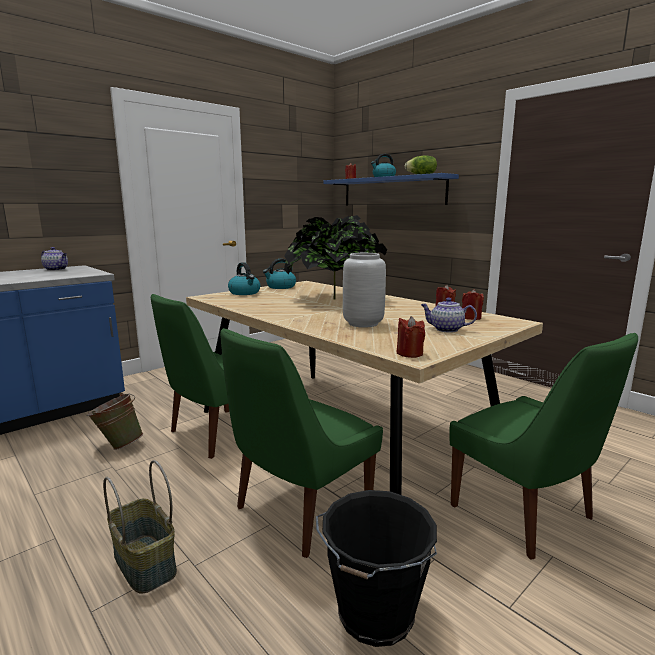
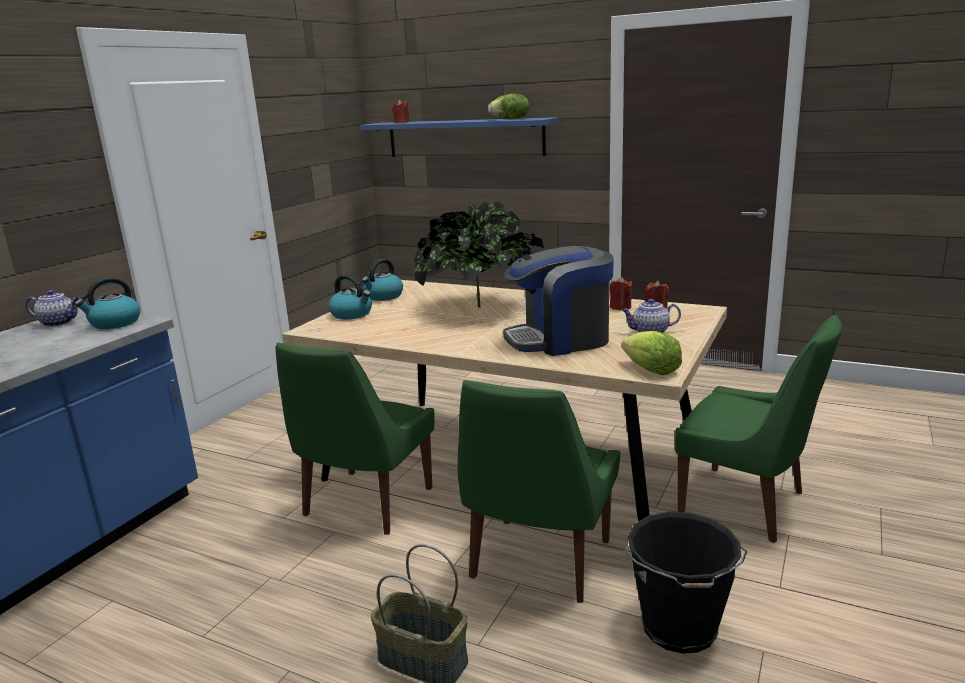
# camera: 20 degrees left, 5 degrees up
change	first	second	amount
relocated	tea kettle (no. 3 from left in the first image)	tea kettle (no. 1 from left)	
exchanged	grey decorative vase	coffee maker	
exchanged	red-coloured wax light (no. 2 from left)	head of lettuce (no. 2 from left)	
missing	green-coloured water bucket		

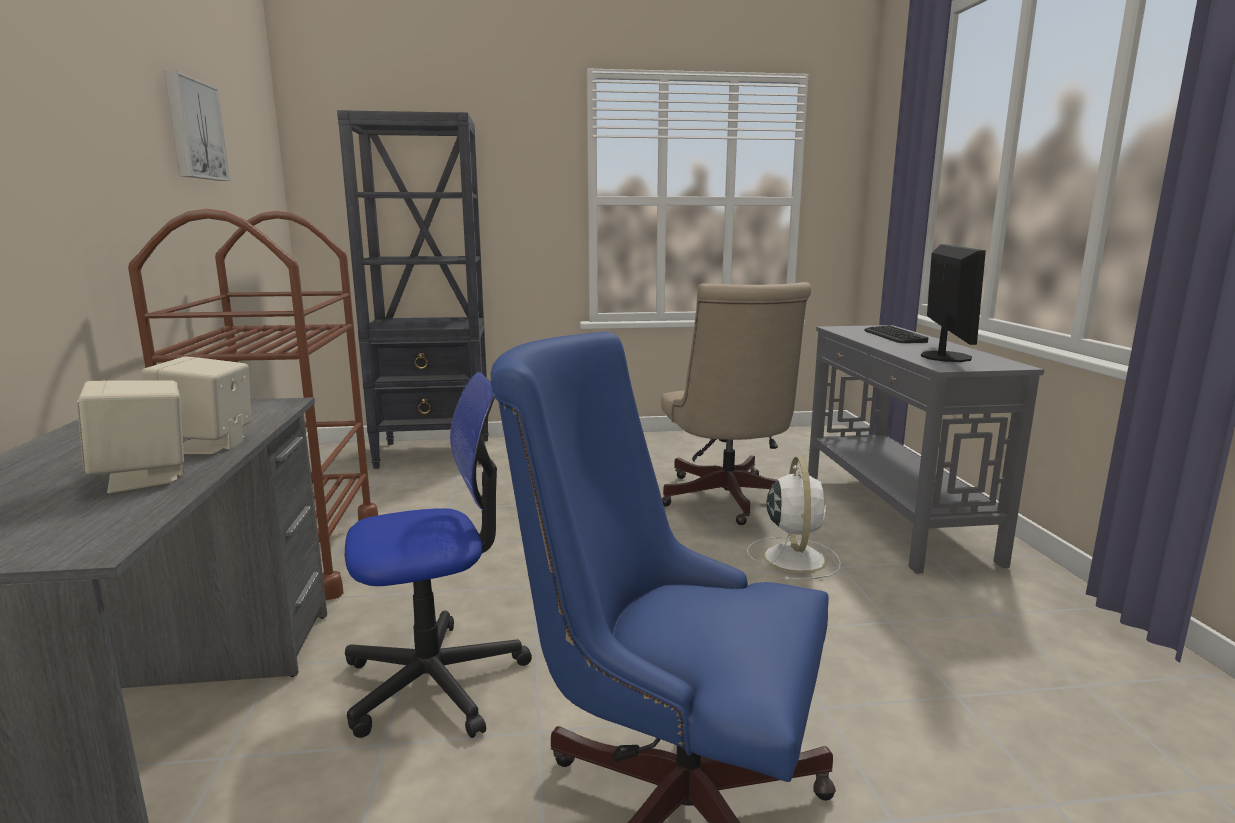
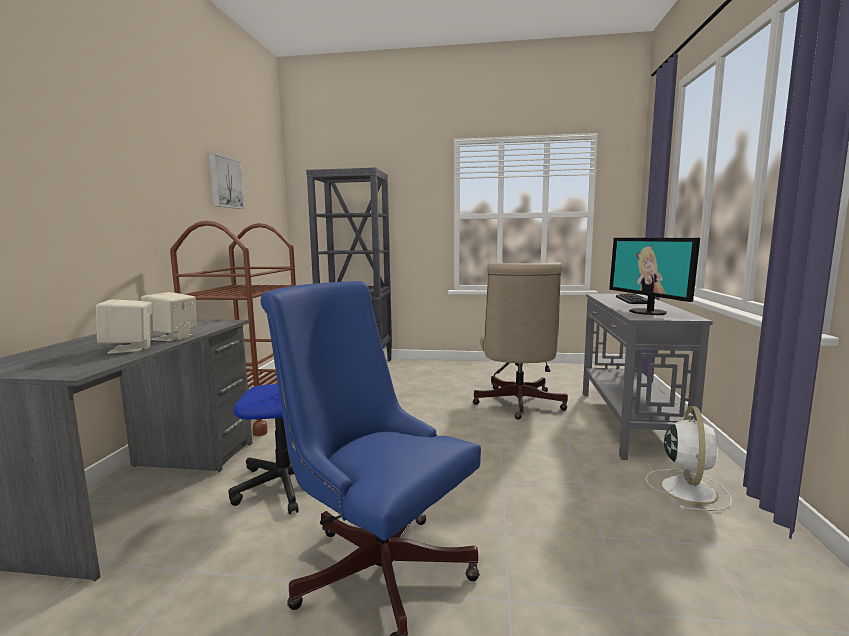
# camera: 15 degrees right, 5 degrees down
change	first	second	amount
spun	computer screen		135 degrees clockwise
relocated	white cooling fan		

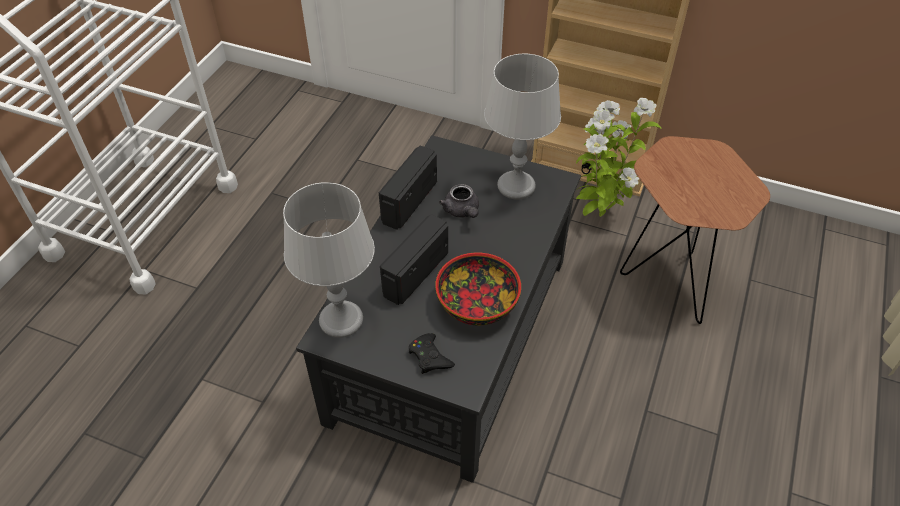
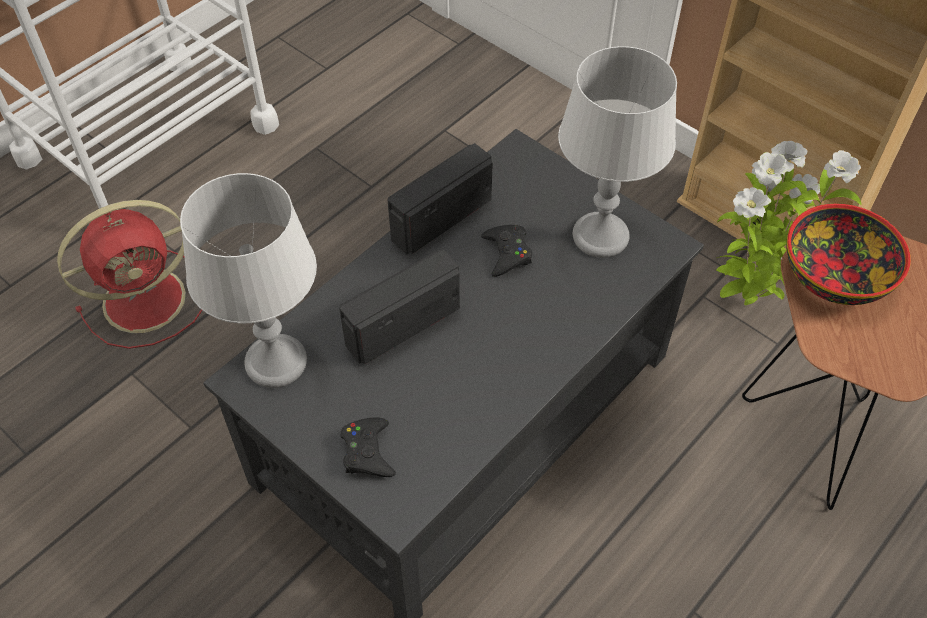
# camera: 20 degrees right, 5 degrees up
change	first	second	amount
appeared		red-coloured cooling fan	
exchanged	grey teapot	black-coloured game controller (no. 2 from left)	
relocated	serving bowl		

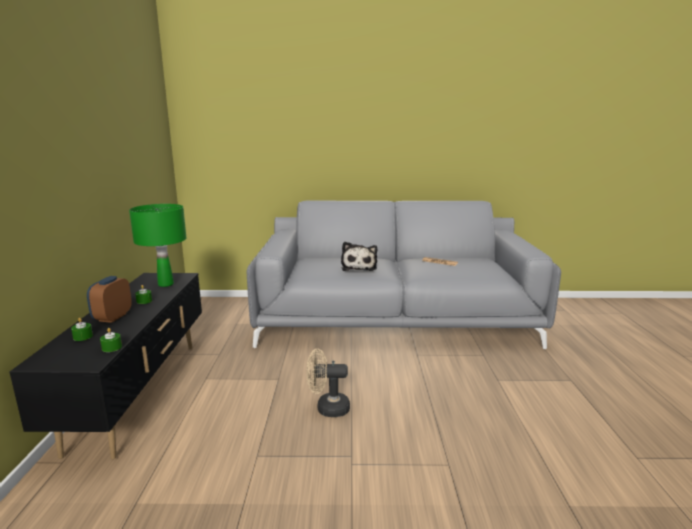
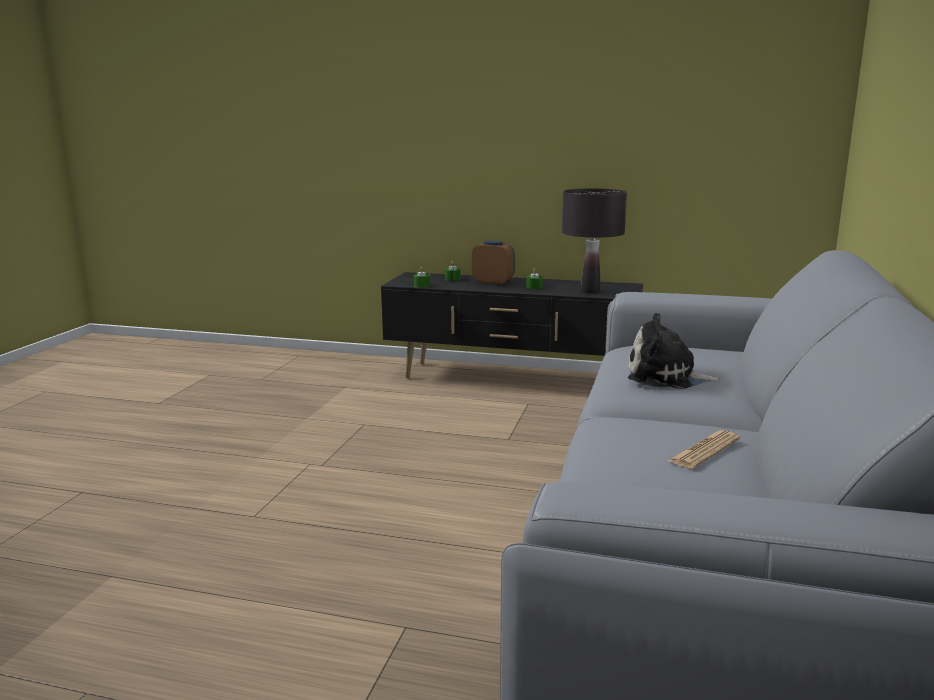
# camera: 105 degrees right, 0 degrees up
change	first	second	amount
colour	green-coloured table lamp	black-coloured table lamp	
missing	beige-coloured cooling fan		

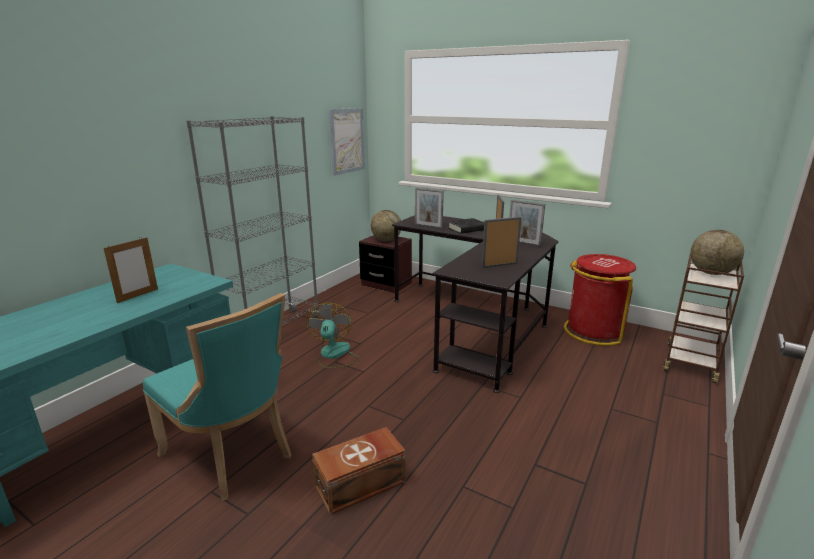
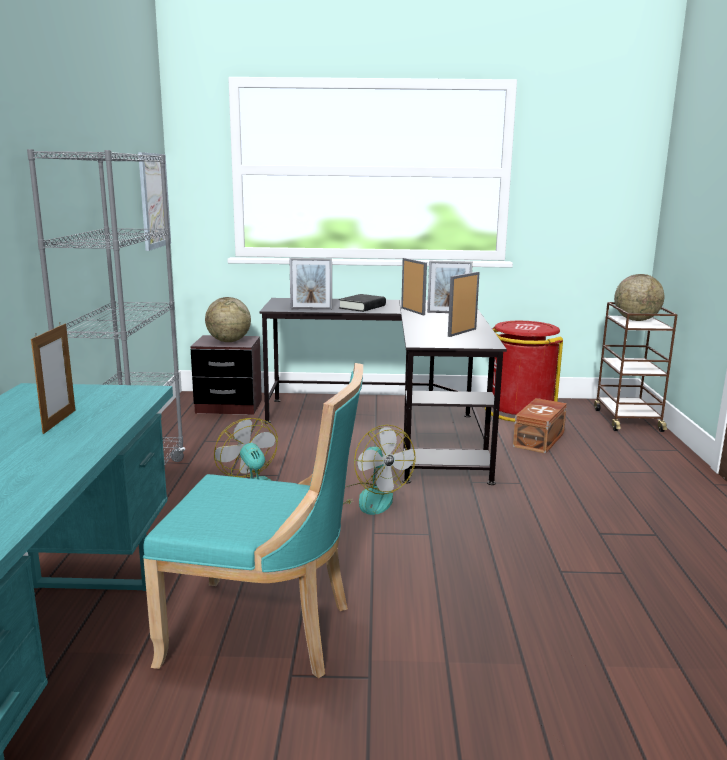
# camera: 30 degrees left, 5 degrees down
change	first	second	amount
appeared		cooling fan (no. 2 from left)	
relocated	brownish storage box		

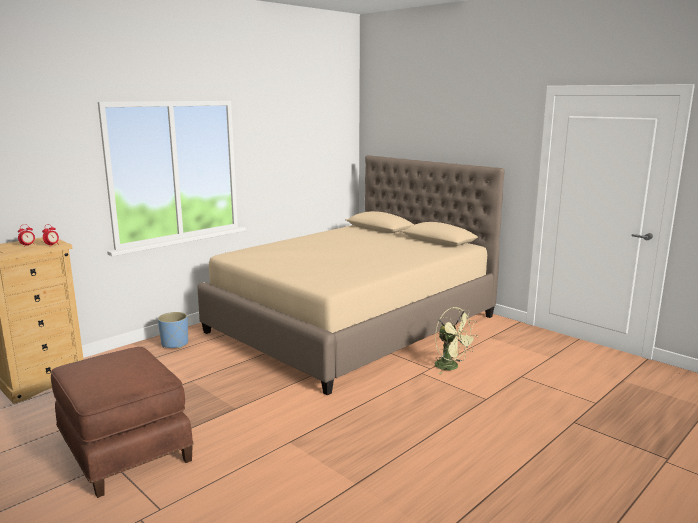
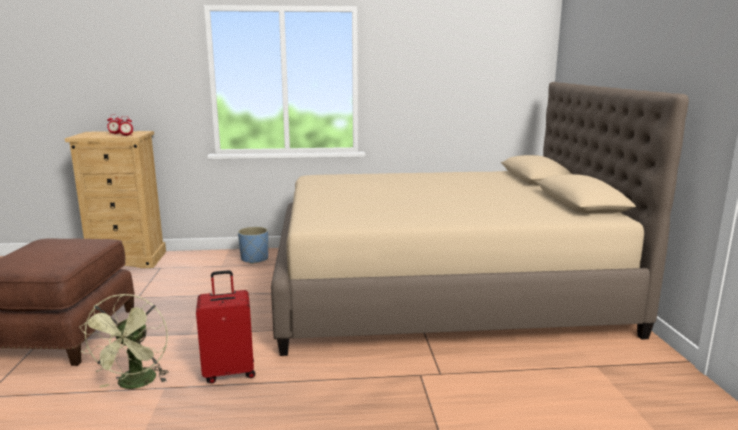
# camera: 40 degrees right, 0 degrees up
change	first	second	amount
relocated	green-coloured cooling fan		
appeared		red-coloured travel case	

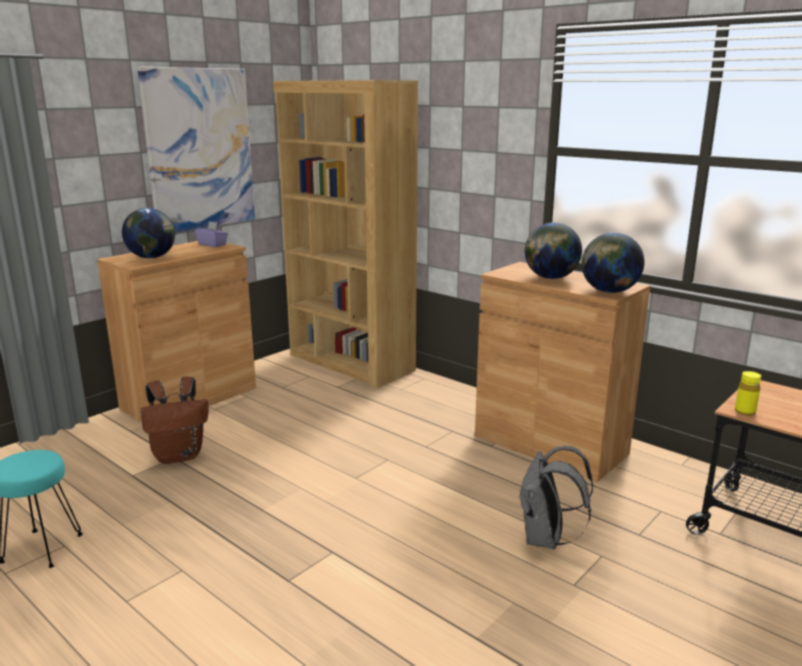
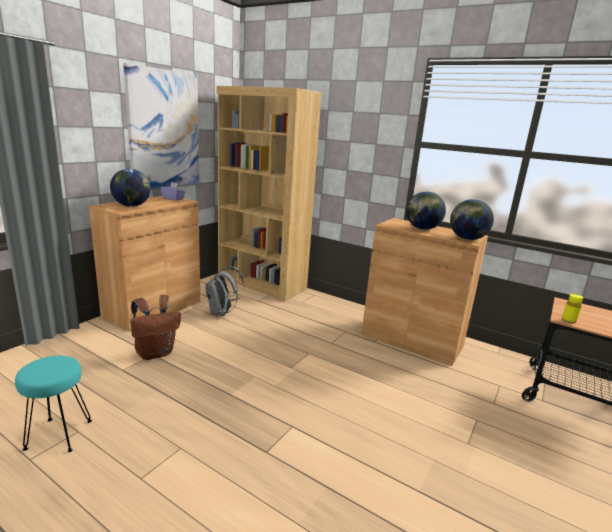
# camera: 10 degrees left, 0 degrees up
change	first	second	amount
relocated	grey knapsack		

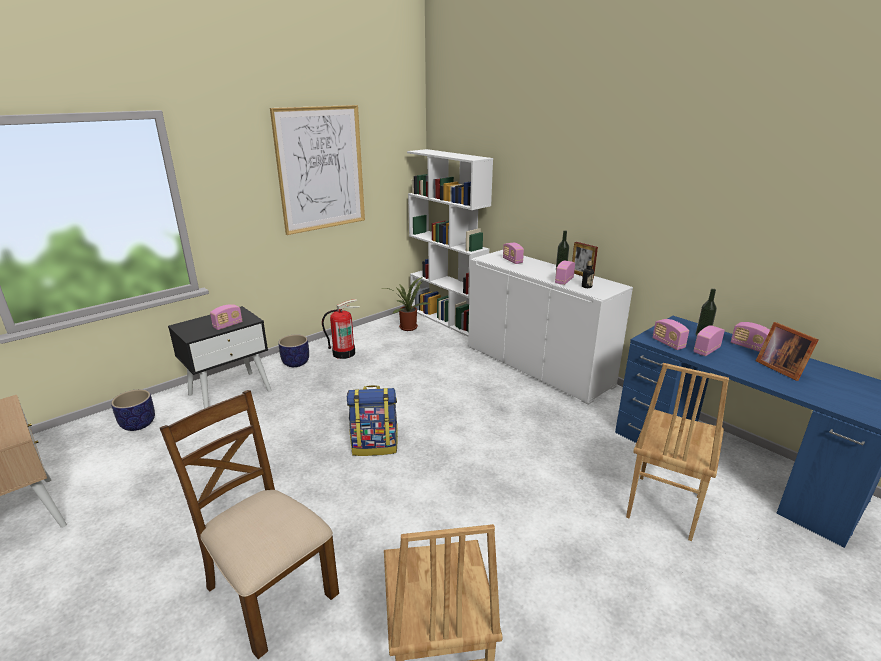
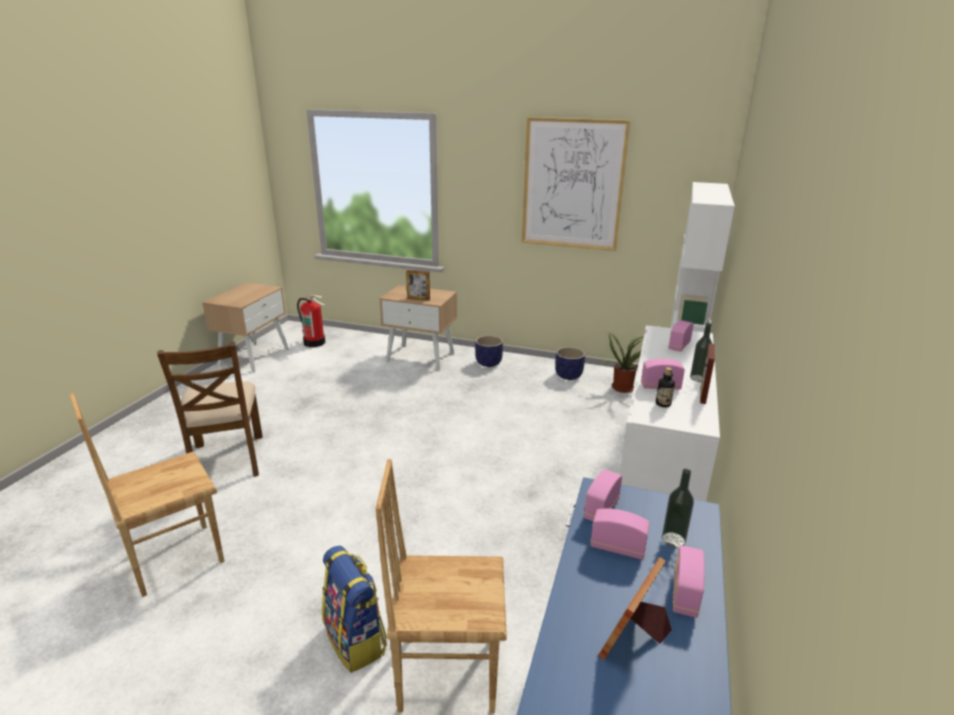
# camera: 60 degrees right, 0 degrees up
change	first	second	amount
spun	brownish chair (no. 1 from left in the first image)	brownish chair (no. 2 from left)	150 degrees clockwise
relocated	fire-fighting cylinder		
relocated	knapsack		
colour	black-coloured bedside table	beige-coloured bedside table (no. 2 from left)	
exchanged	radio (no. 1 from left)	standing frame (no. 1 from left)	
relocated	plant pot (no. 1 from left in the first image)	plant pot (no. 2 from left)	

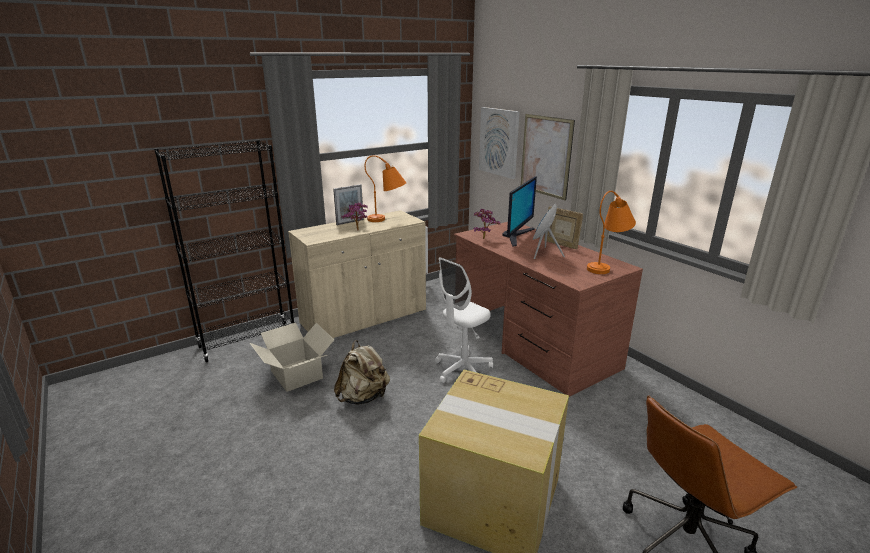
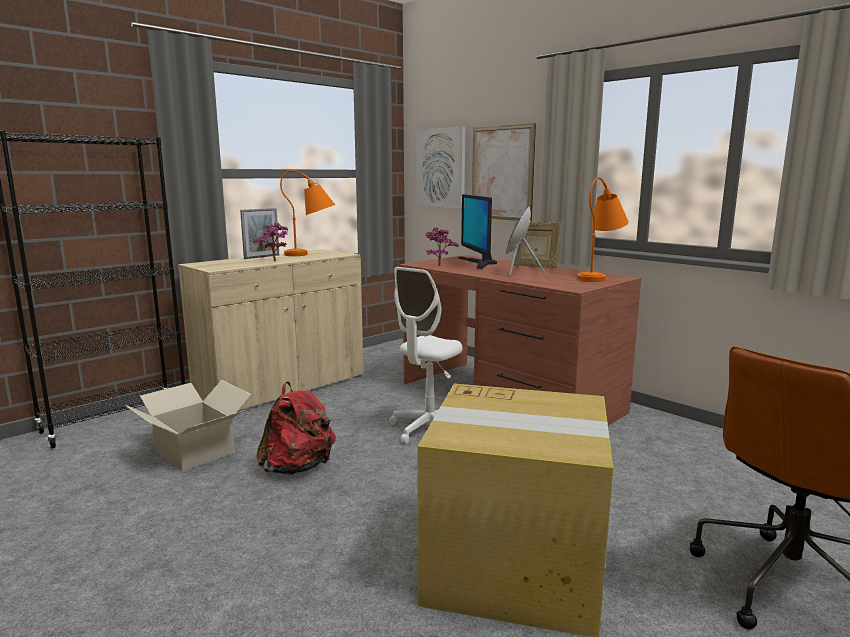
# camera: 10 degrees left, 10 degrees down
change	first	second	amount
colour	beige-coloured knapsack	red-coloured knapsack	
spun	computer screen		150 degrees clockwise

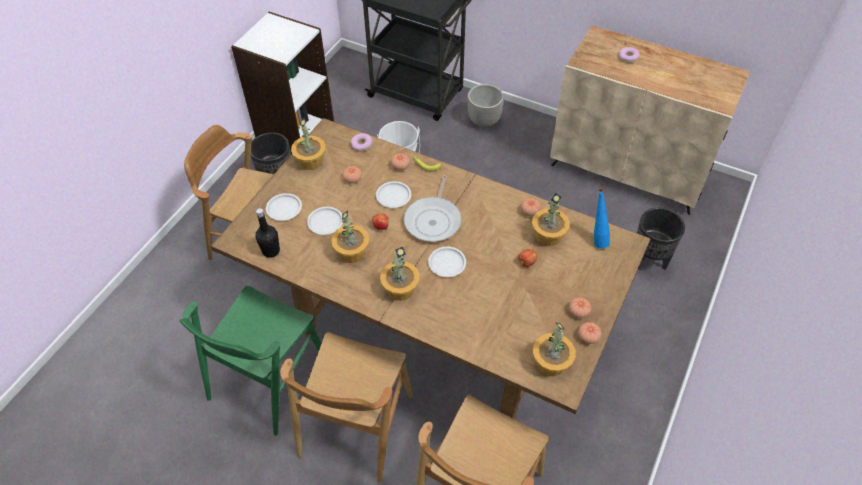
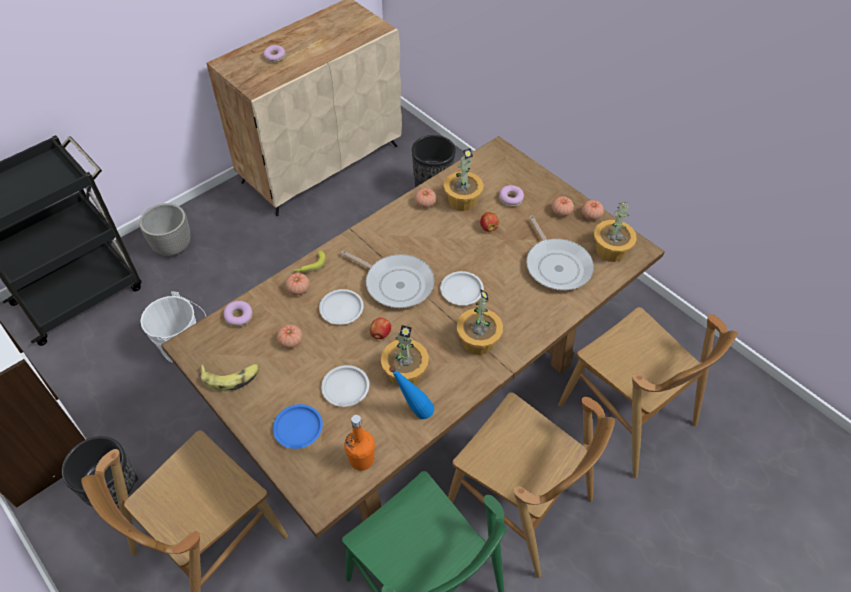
# camera: 70 degrees left, 0 degrees up
change	first	second	amount
exchanged	houseplant (no. 1 from left)	whole banana (no. 1 from left)	
colour	white dinner plate (no. 1 from left)	bluish dinner plate	
colour	black-coloured beverage bottle	orange beverage bottle	
relocated	bluish beverage bottle		
appeared		doughnut (no. 3 from left)	
appeared		skillet (no. 2 from left)	

